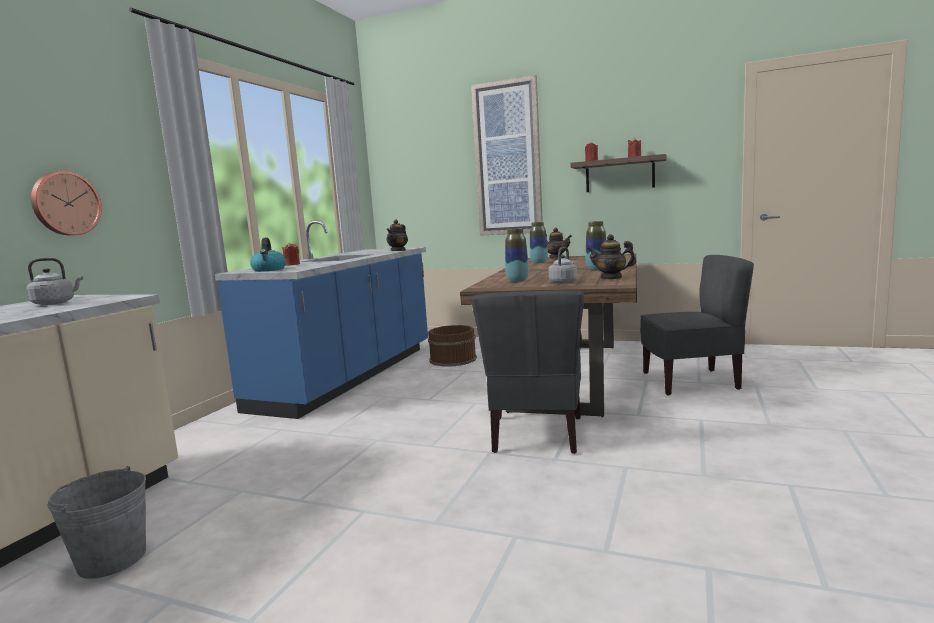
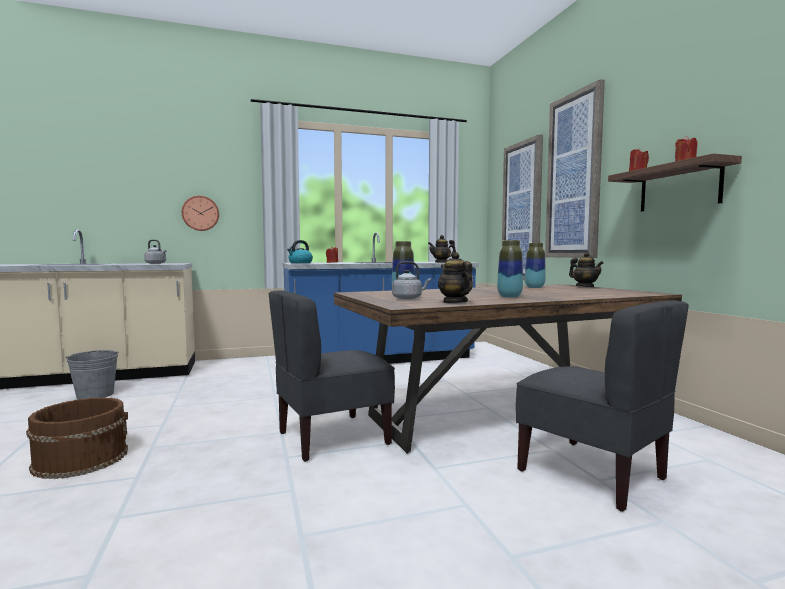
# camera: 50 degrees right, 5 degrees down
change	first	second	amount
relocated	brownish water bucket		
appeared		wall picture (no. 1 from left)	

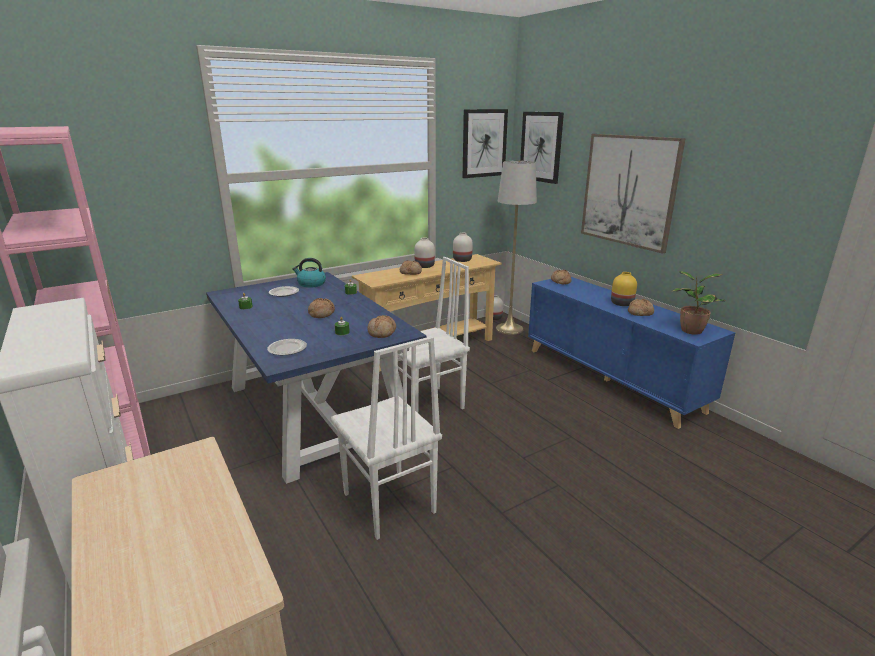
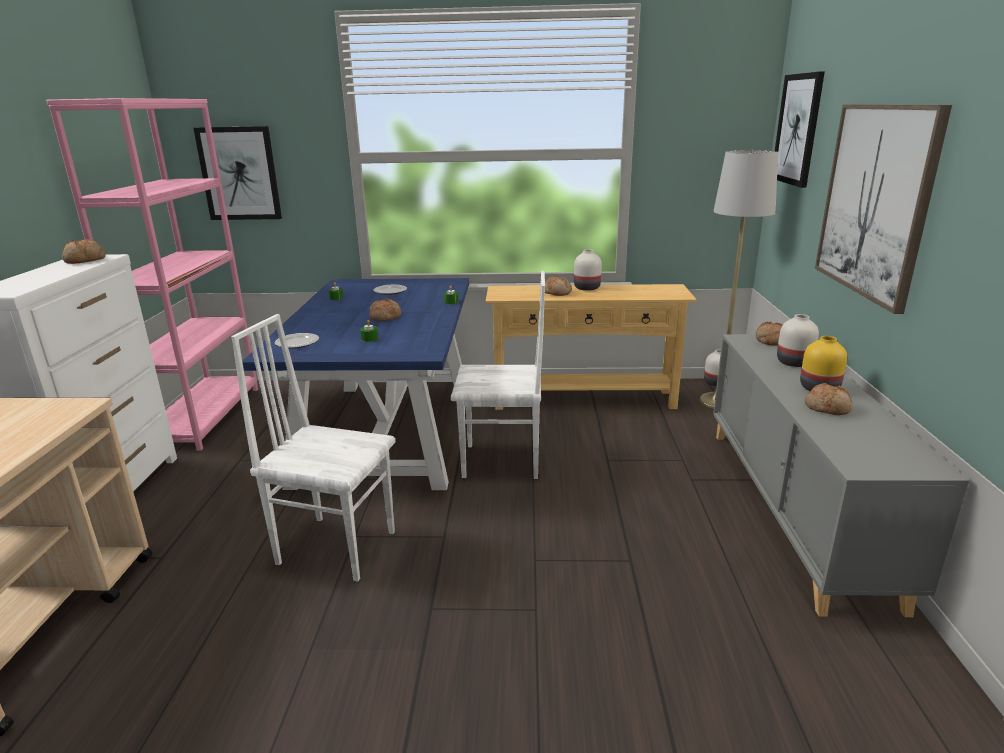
# camera: 35 degrees right, 0 degrees up
change	first	second	amount
relocated	baked bread (no. 2 from left in the first image)	baked bread (no. 1 from left)	
relocated	wall picture (no. 1 from left)		
spun	white chair (no. 1 from left)		105 degrees clockwise
colour	bluish storage cabinet	grey storage cabinet	
relocated	white decorative vase (no. 2 from left in the first image)	white decorative vase (no. 3 from left)	
missing	tea kettle		
missing	houseplant		

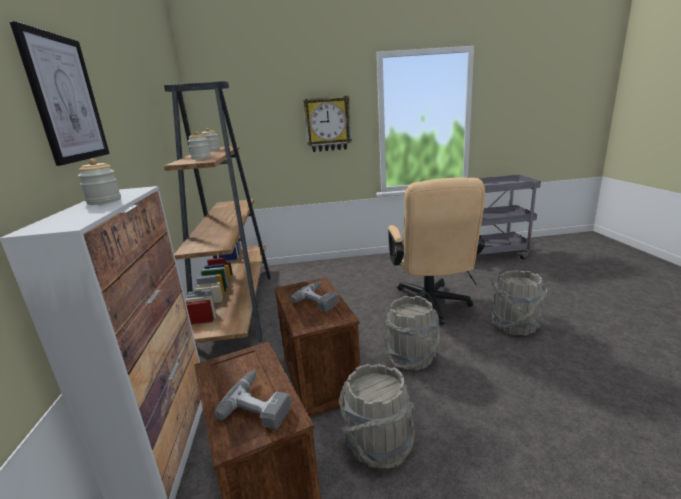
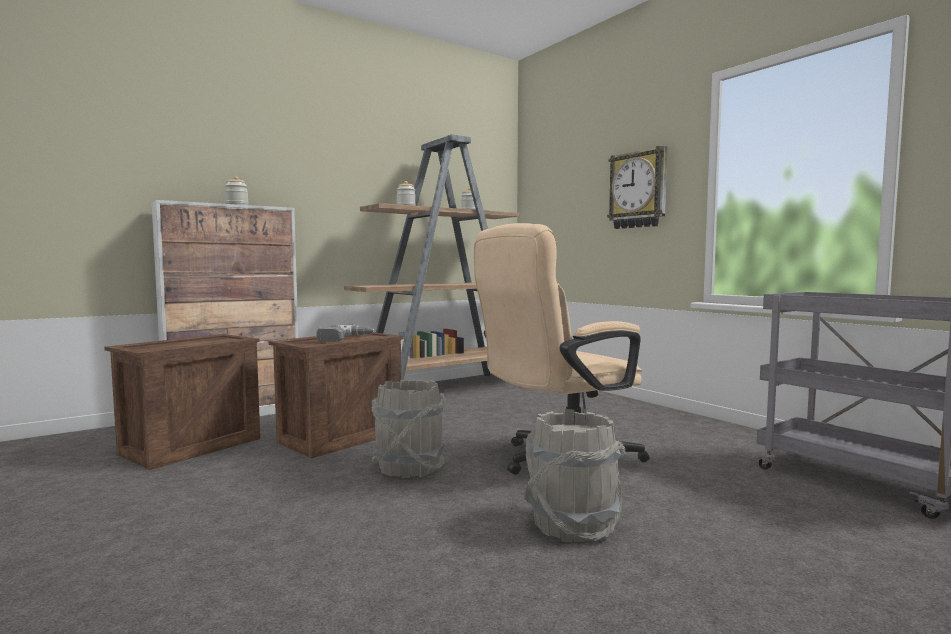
# camera: 60 degrees right, 15 degrees down
change	first	second	amount
missing	wall picture		
missing	electric drill (no. 1 from left)		
missing	grey water bucket (no. 1 from left)		

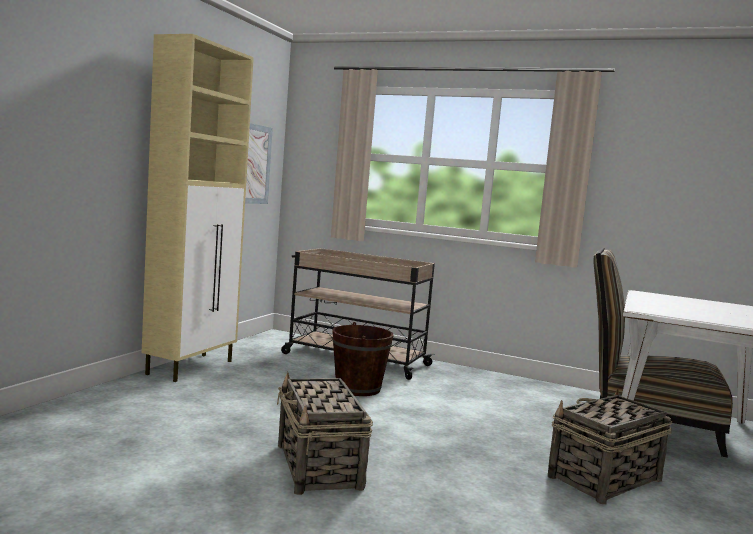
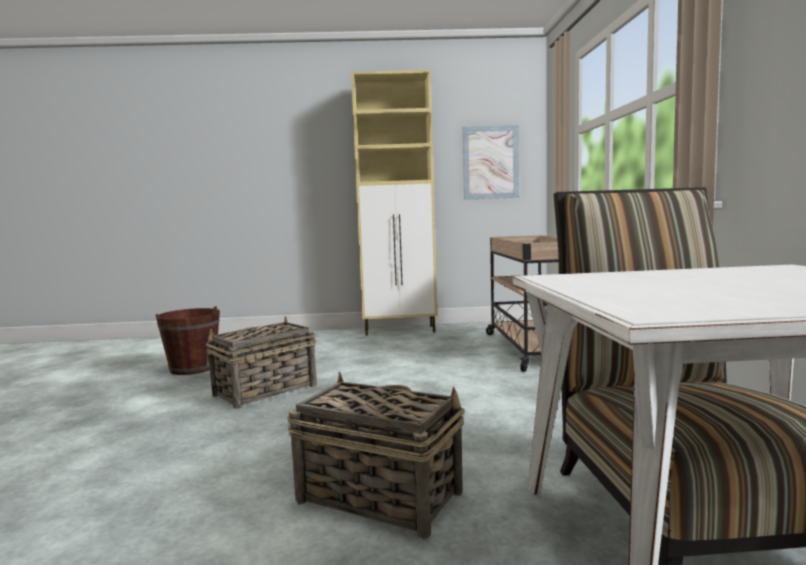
# camera: 65 degrees right, 0 degrees up
change	first	second	amount
relocated	brownish water bucket		

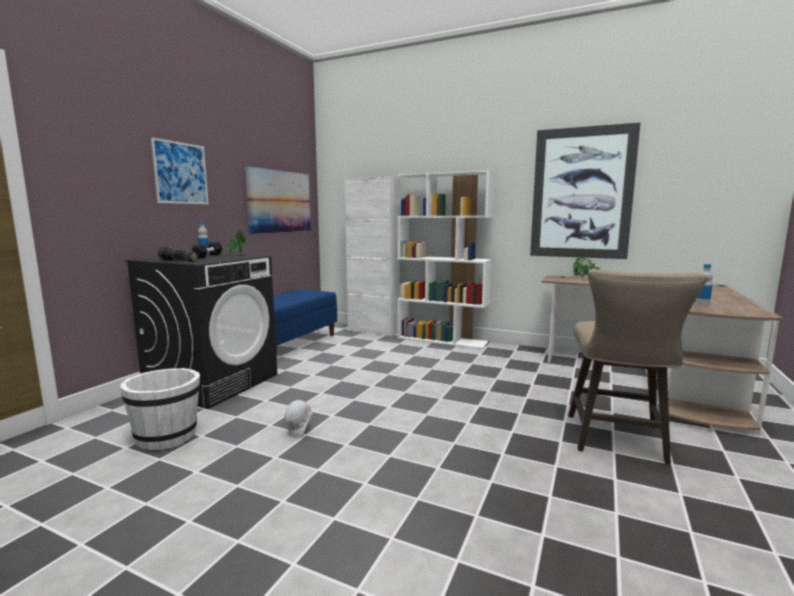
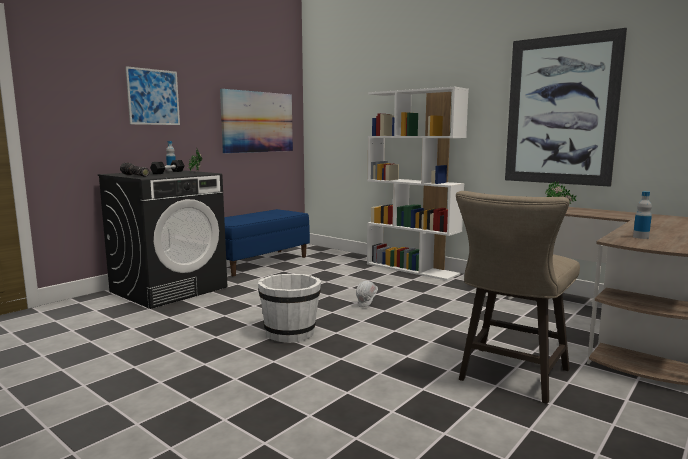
# camera: 15 degrees right, 0 degrees up
change	first	second	amount
relocated	white water bucket		
relocated	white work helmet		
missing	white storage cabinet		

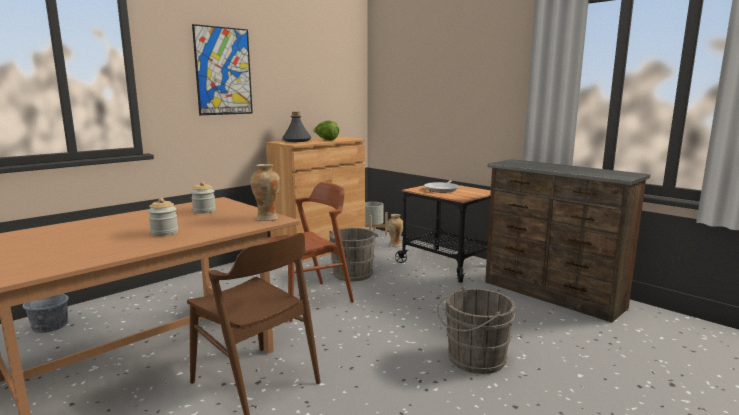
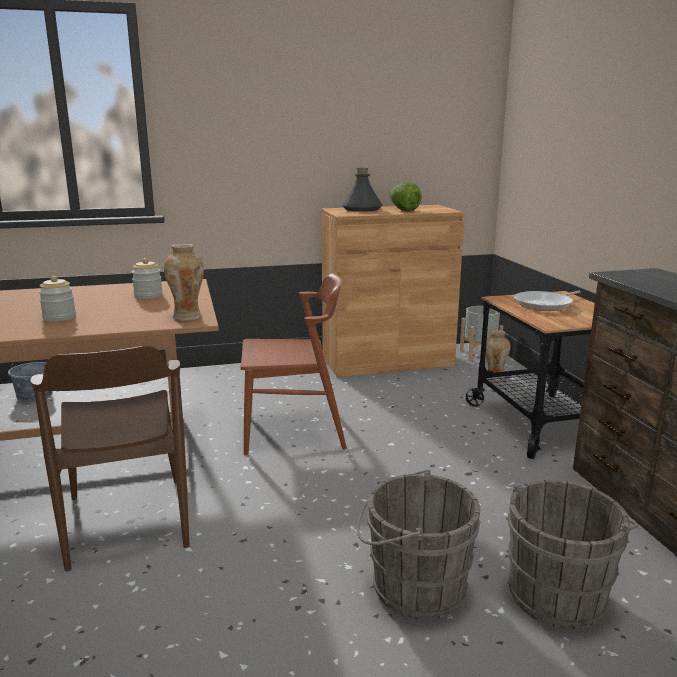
# camera: 30 degrees right, 5 degrees up
change	first	second	amount
relocated	grey water bucket (no. 2 from left in the first image)	grey water bucket (no. 3 from left)	
missing	wall picture		

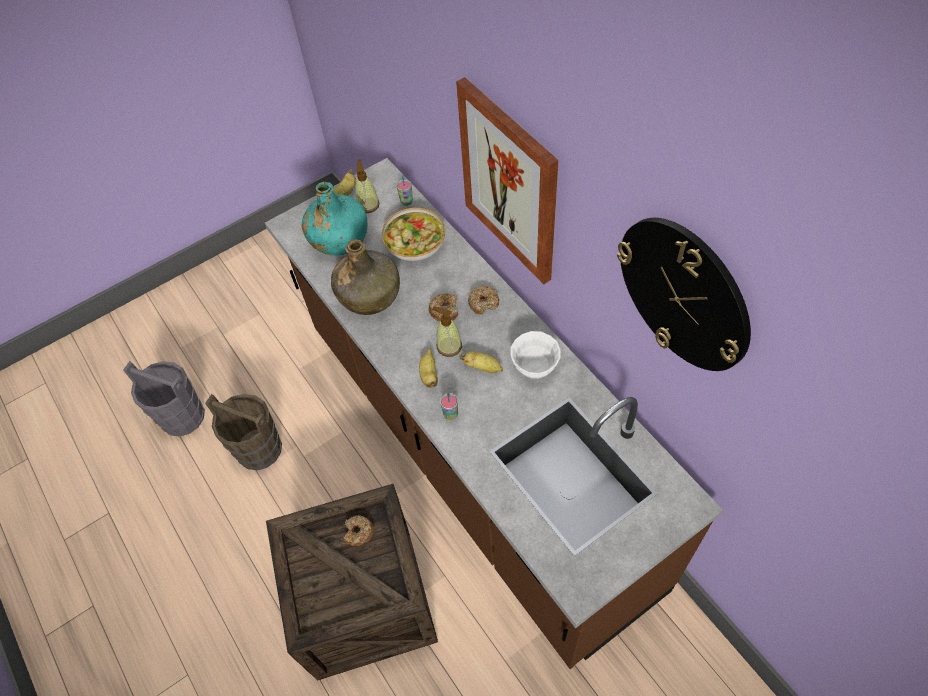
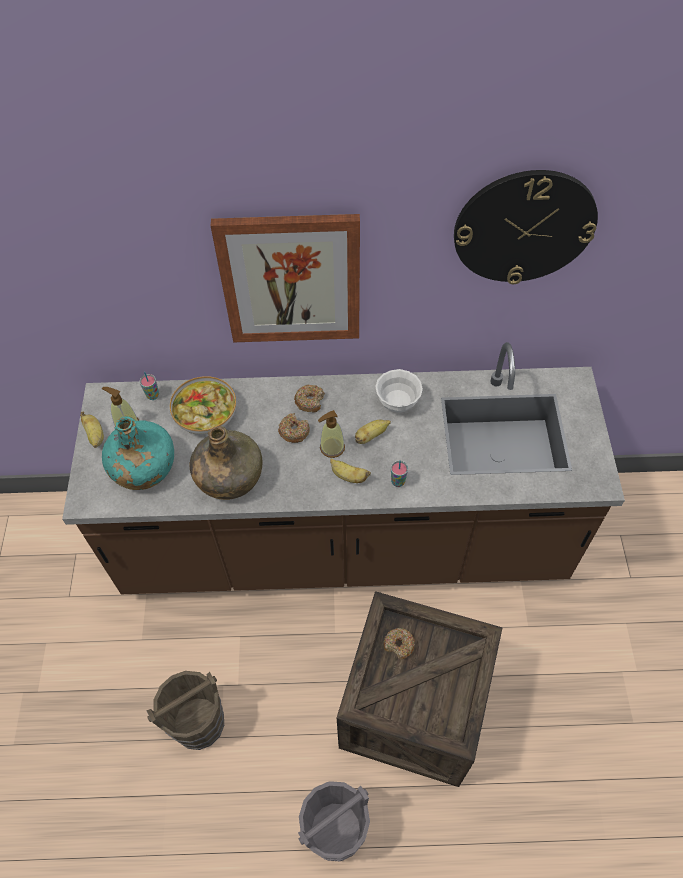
# camera: 60 degrees left, 0 degrees up
change	first	second	amount
relocated	grey water bucket		

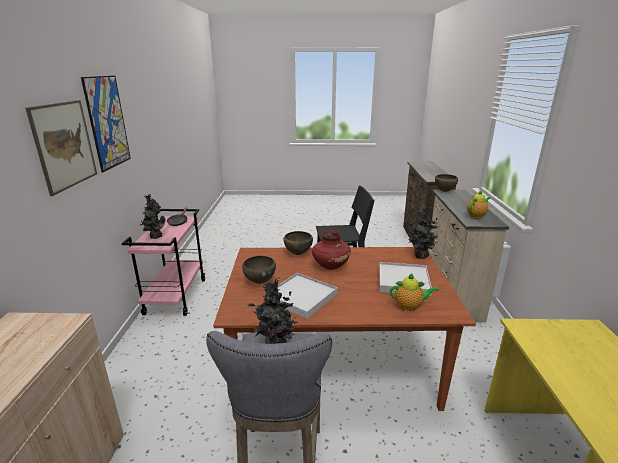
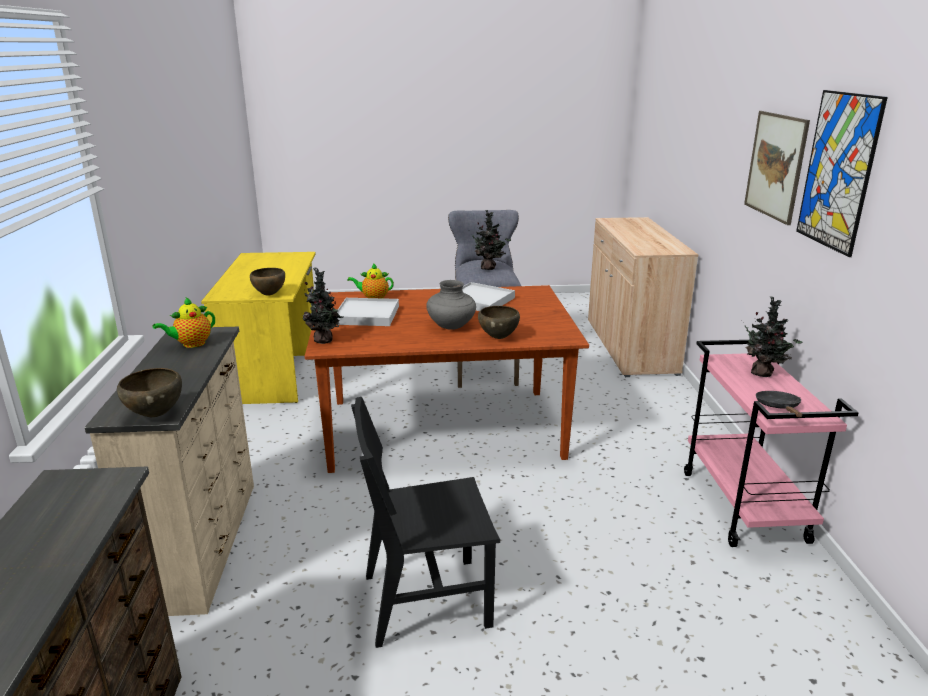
# camera: 175 degrees right, 0 degrees up
change	first	second	amount
relocated	brownish serving bowl (no. 1 from left in the first image)	brownish serving bowl (no. 2 from left)	
colour	red-coloured decorative vase	grey decorative vase	

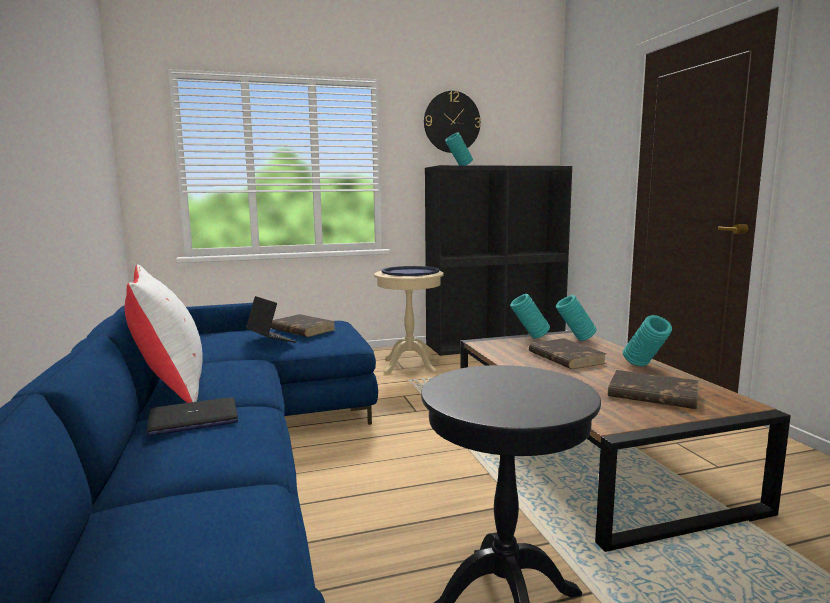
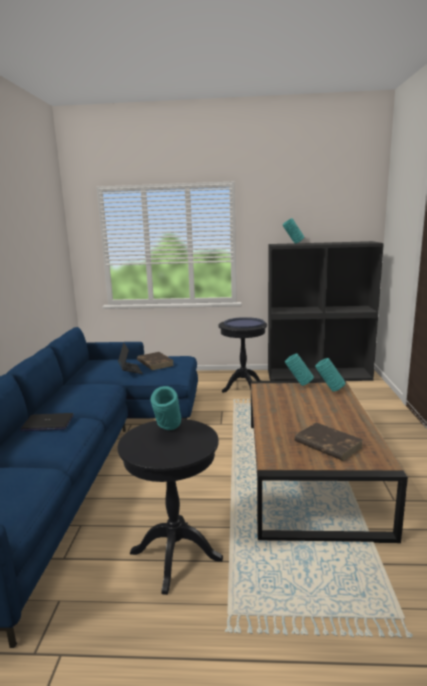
# camera: 20 degrees right, 5 degrees up
change	first	second	amount
relocated	turquoise-coloured decorative vase (no. 4 from left in the first image)	turquoise-coloured decorative vase (no. 1 from left)	
colour	beige-coloured side table	black-coloured side table (no. 2 from left)	
missing	white throw pillow		
missing	clock on the wall		
missing	brownish volume (no. 2 from left)		

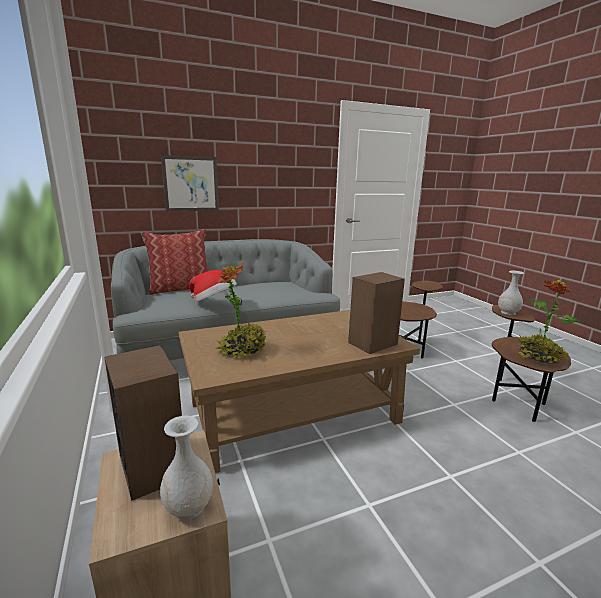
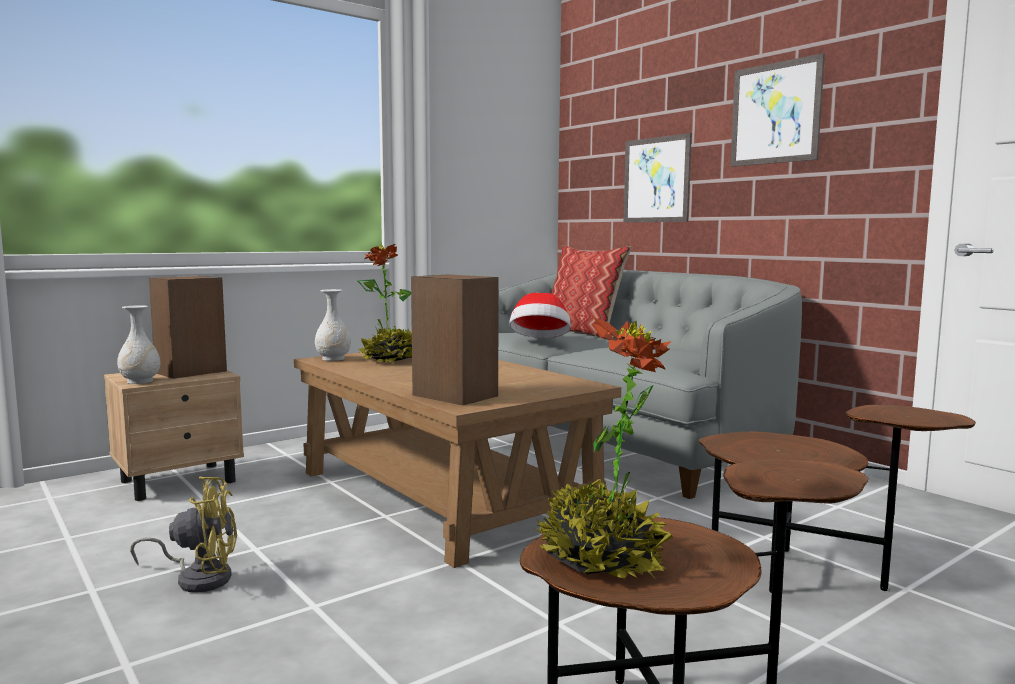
# camera: 75 degrees right, 10 degrees down
change	first	second	amount
appeared		yellowish cooling fan	
relocated	white decorative vase (no. 2 from left)		
appeared		wall picture (no. 2 from left)	

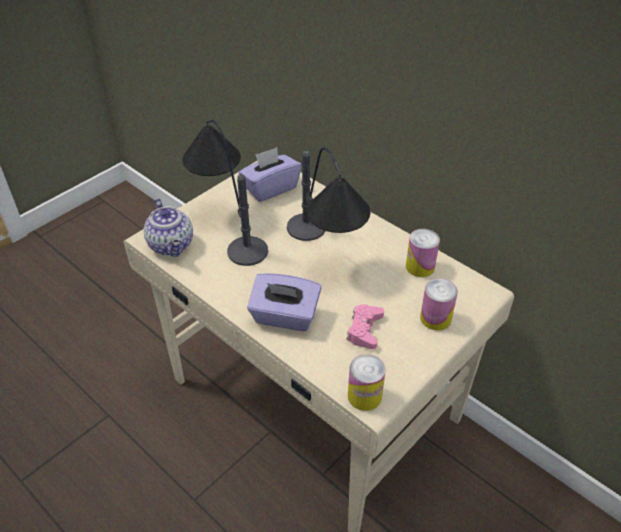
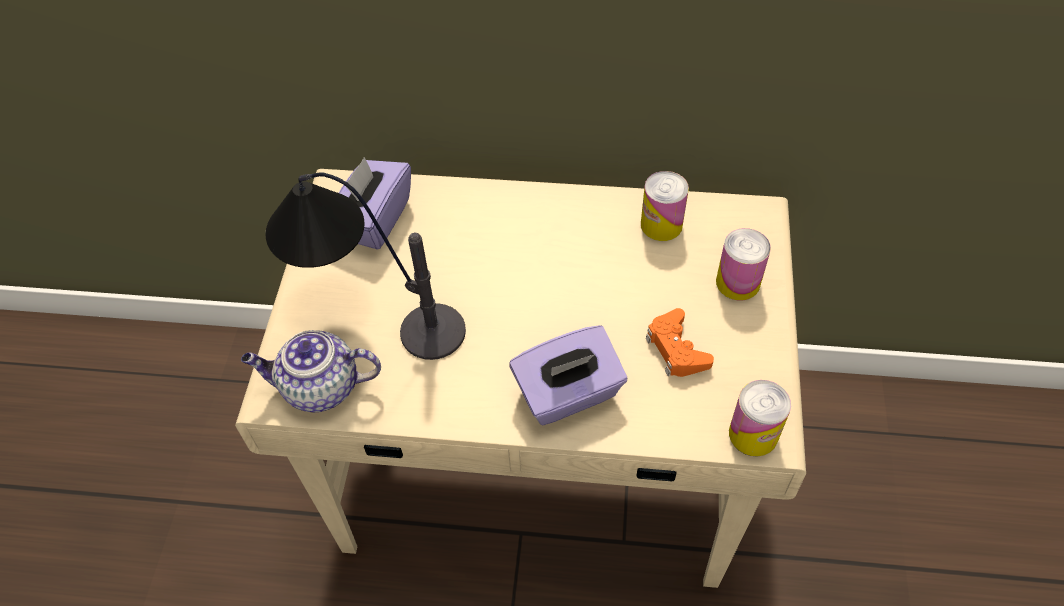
# camera: 35 degrees left, 10 degrees up
change	first	second	amount
spun	teapot		150 degrees clockwise
colour	pinkish game controller	orange game controller	
missing	table lamp (no. 2 from left)		

